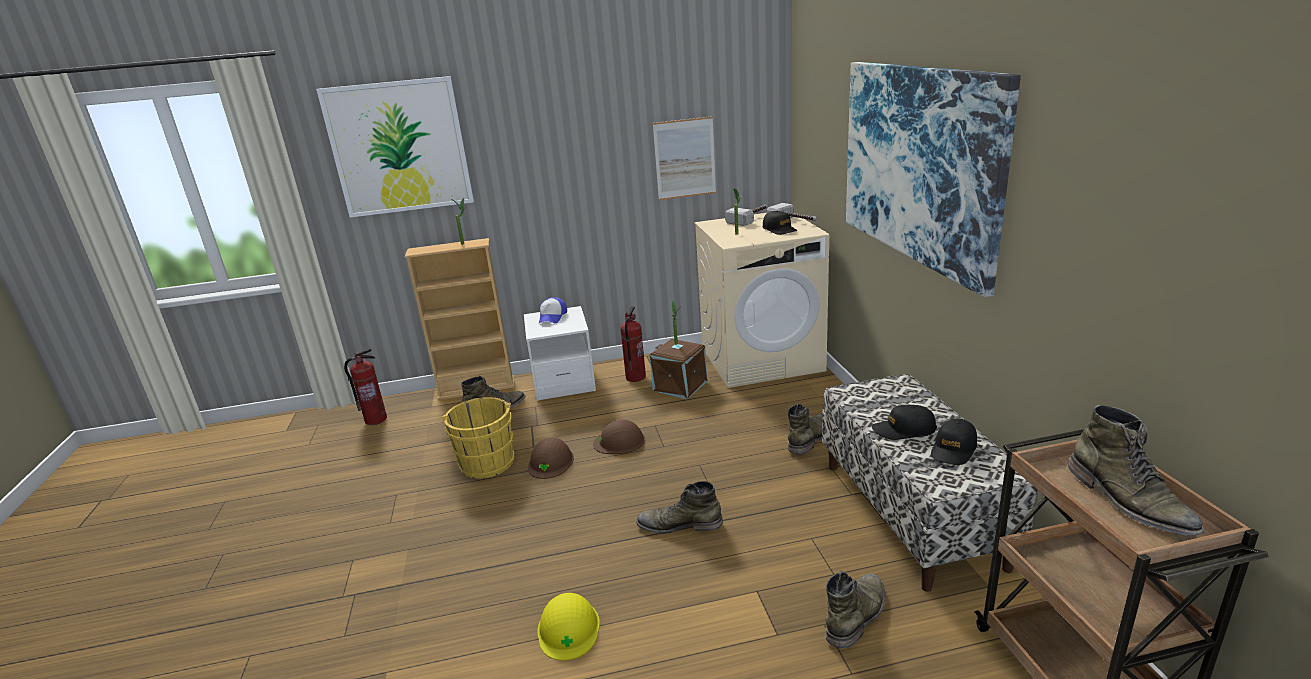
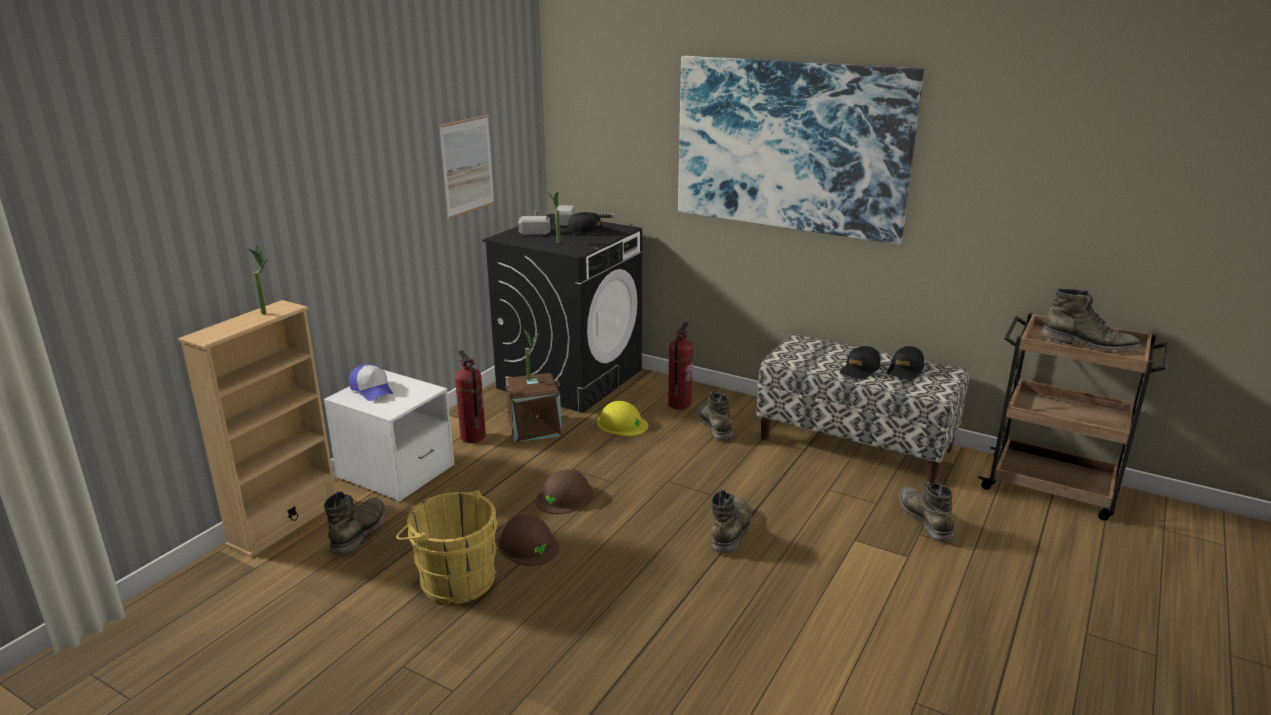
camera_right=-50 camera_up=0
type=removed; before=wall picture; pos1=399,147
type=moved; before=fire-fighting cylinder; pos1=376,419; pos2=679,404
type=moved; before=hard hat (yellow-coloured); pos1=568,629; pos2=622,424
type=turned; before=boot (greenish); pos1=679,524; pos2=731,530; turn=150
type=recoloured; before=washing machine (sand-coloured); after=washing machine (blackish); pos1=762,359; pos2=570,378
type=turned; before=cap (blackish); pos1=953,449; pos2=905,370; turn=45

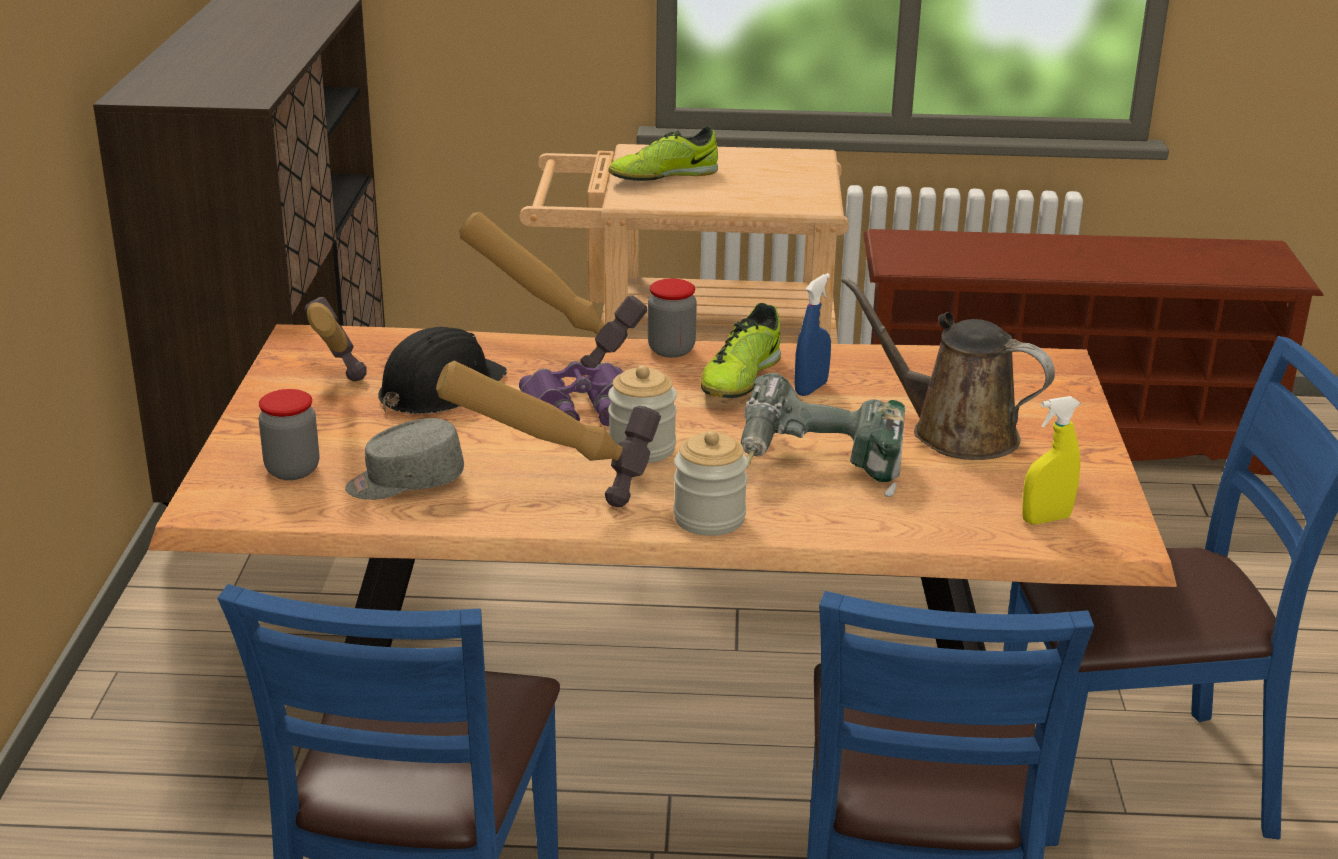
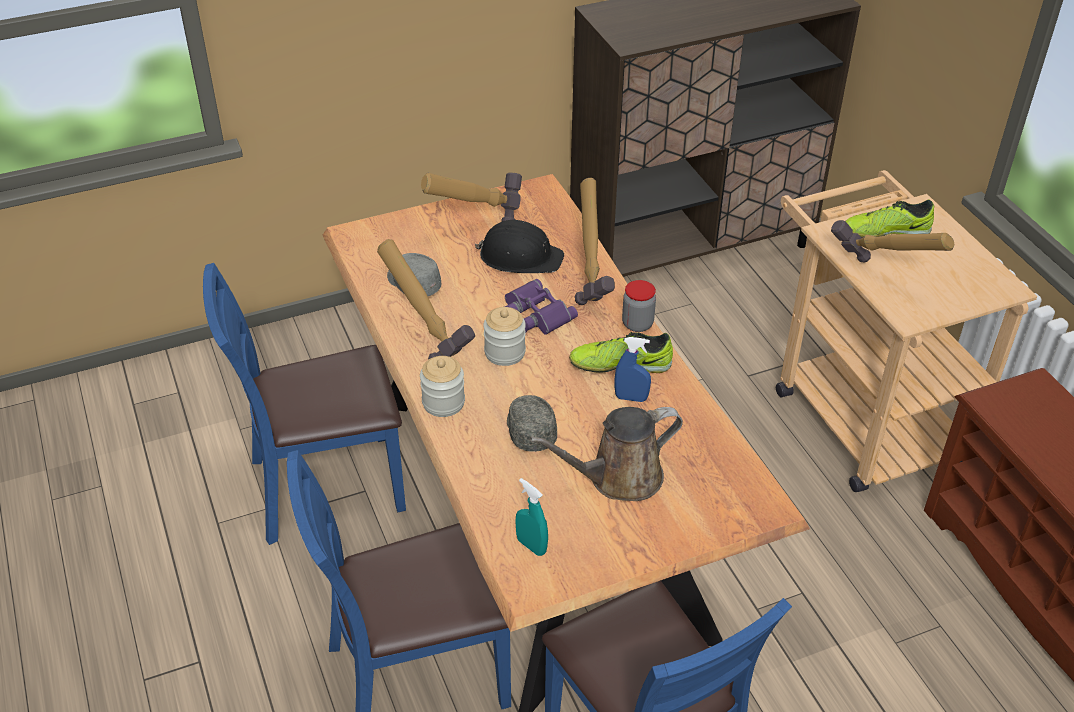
camera_right=65 camera_up=15
type=removed; before=preserve jar; pos1=292,470
type=turned; before=shoe; pos1=663,177; pos2=885,232; turn=-45
type=replaced; before=drill; after=cap (greyish); pos1=819,468; pos2=530,430
type=turned; before=watering can (brown-coloured); pos1=954,432; pos2=618,478; turn=-120
type=recoloured; before=sprayer (yellow-coloured); after=sprayer (turquoise-coloured); pos1=1046,519; pos2=531,546
type=added; after=hand hammer; pos2=878,282

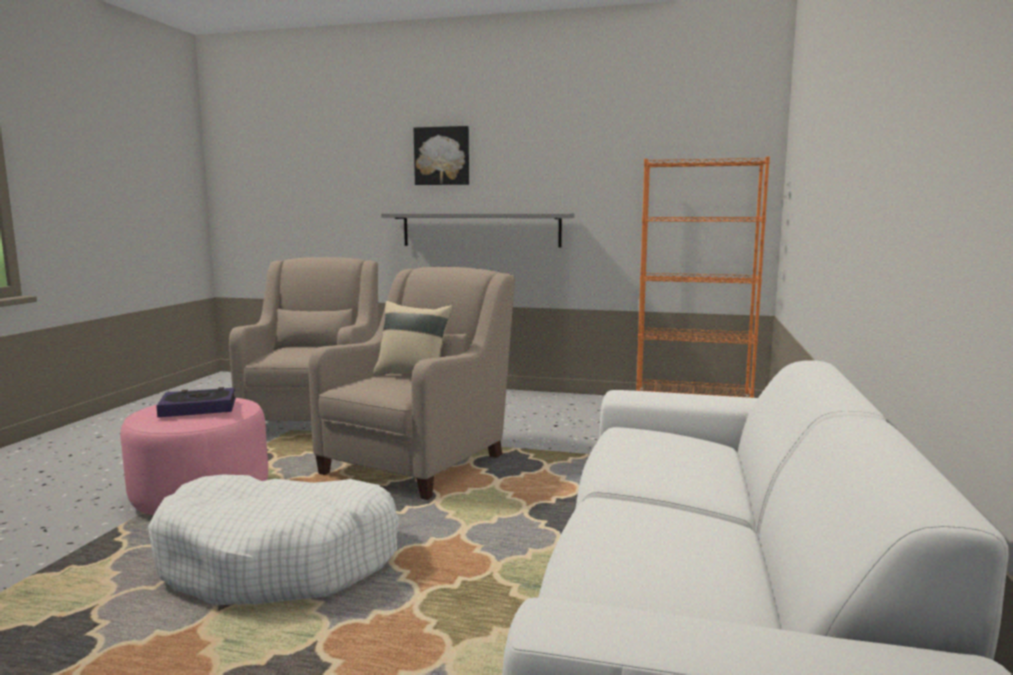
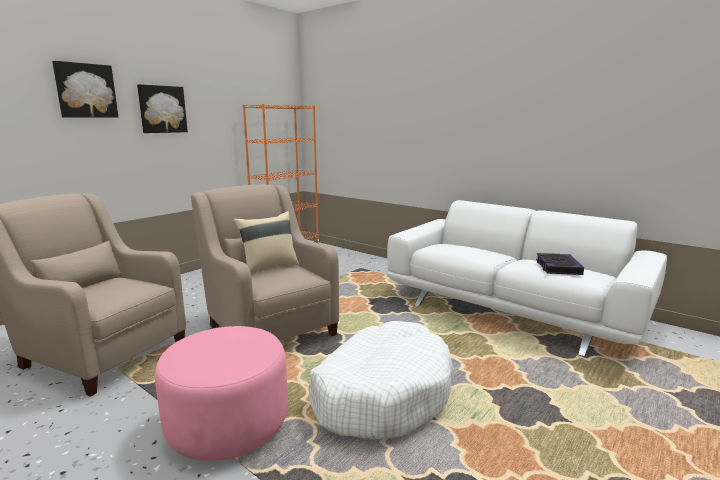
camera_right=-65 camera_up=5
type=moved; before=bound book; pos1=198,408; pos2=558,267
type=removed; before=wall shelf (greyish); pos1=481,229
type=added; after=wall picture; pos2=162,109

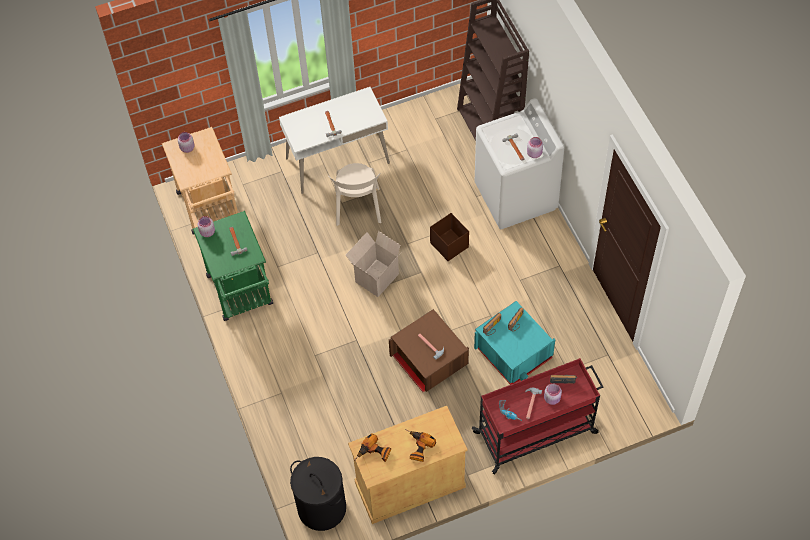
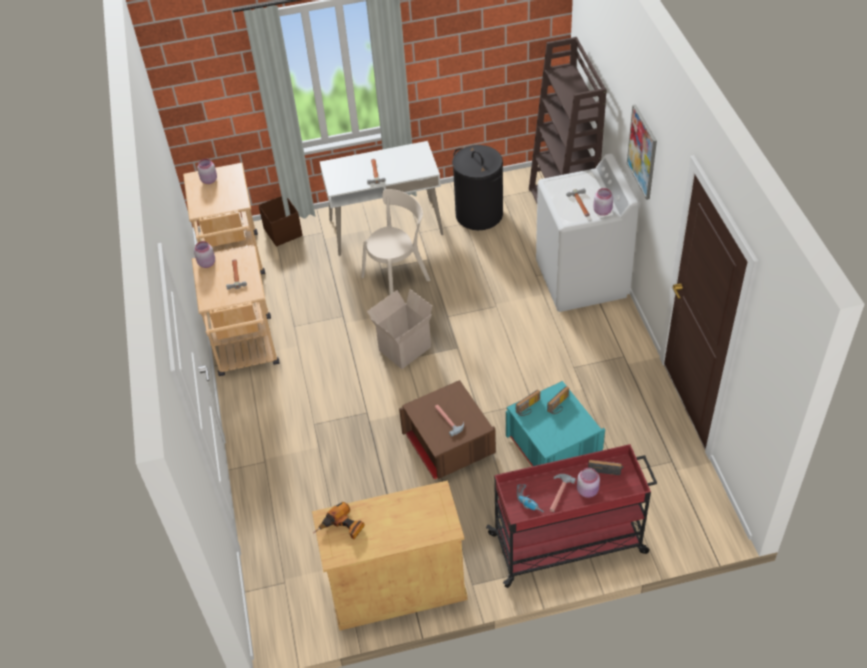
camera_right=10 camera_up=-10
type=recoloured; before=cart (greenish); after=cart (sand-coloured); pos1=242,295; pos2=246,351
type=moved; before=washing basket (blackish); pos1=321,508; pos2=478,214
type=turned; before=upright chair (sand-coloured); pos1=358,209; pos2=398,276; turn=-135
type=removed; before=drill; pos1=417,447
type=moved; before=storage bin (brown-coloured); pos1=449,244; pos2=283,232
type=added; after=wall picture; pos2=642,152

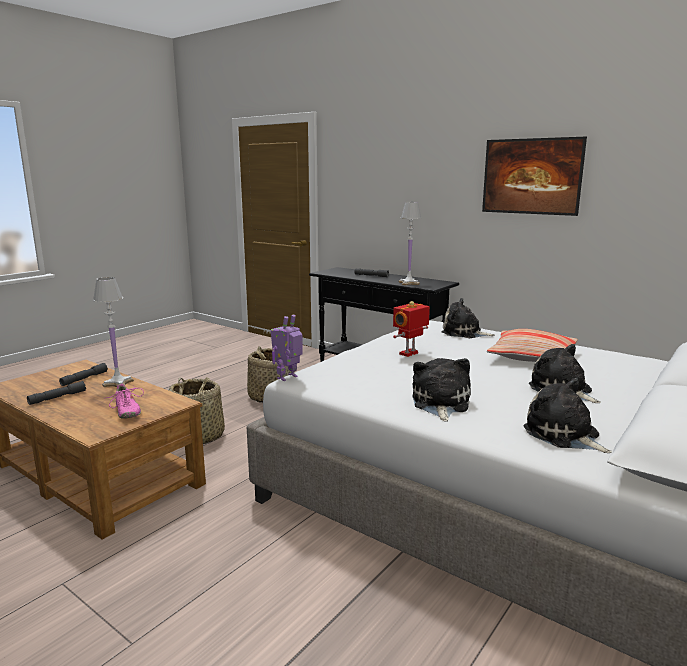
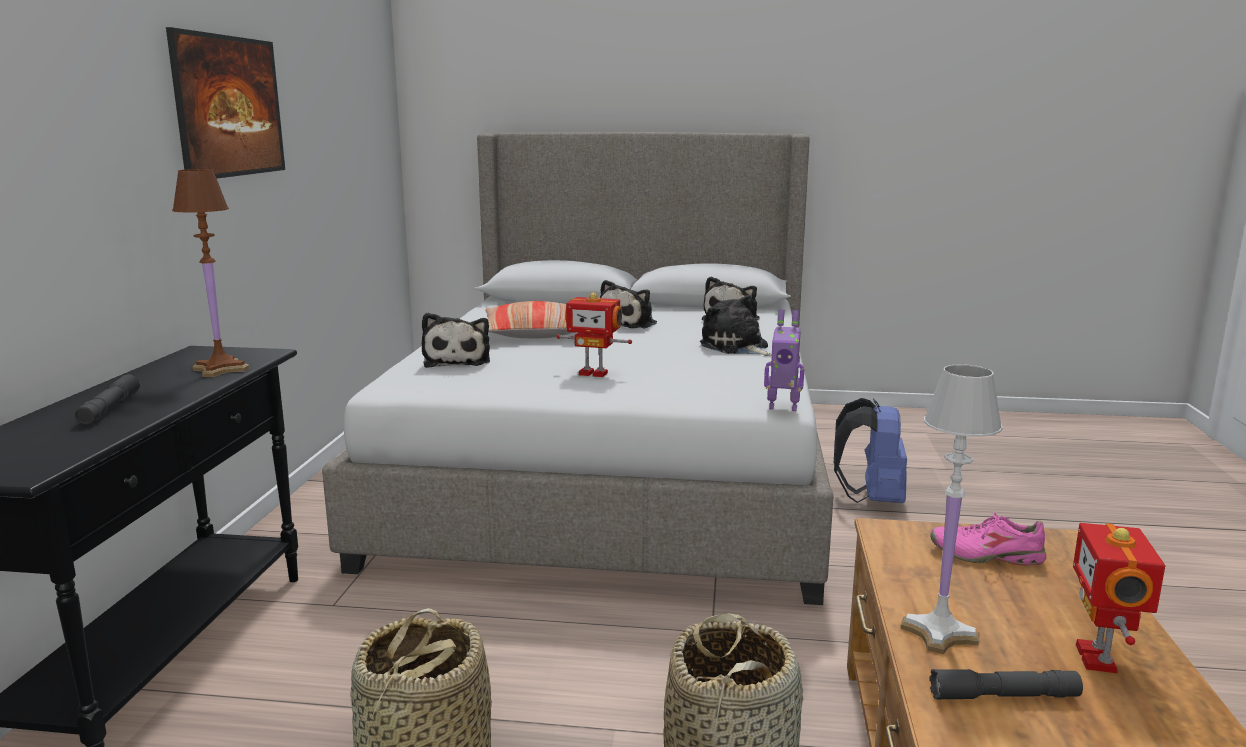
camera_right=-120 camera_up=0
type=replaced; before=flashlight (greyish); after=robot figure; pos1=57,397; pos2=1100,659
type=turned; before=shoe (pinkish); pos1=126,411; pos2=986,555; turn=-105
type=recoloured; before=table lamp (white); after=table lamp (brown-coloured); pos1=409,283; pos2=220,369
type=turned; before=plush toy; pos1=440,403; pos2=736,347; turn=75
type=added; after=knapsack (blue-coloured); pos2=872,499

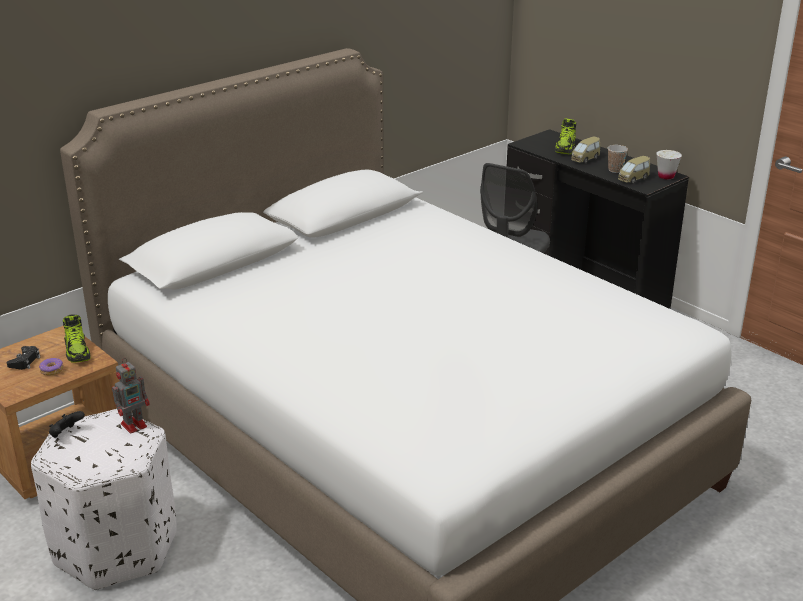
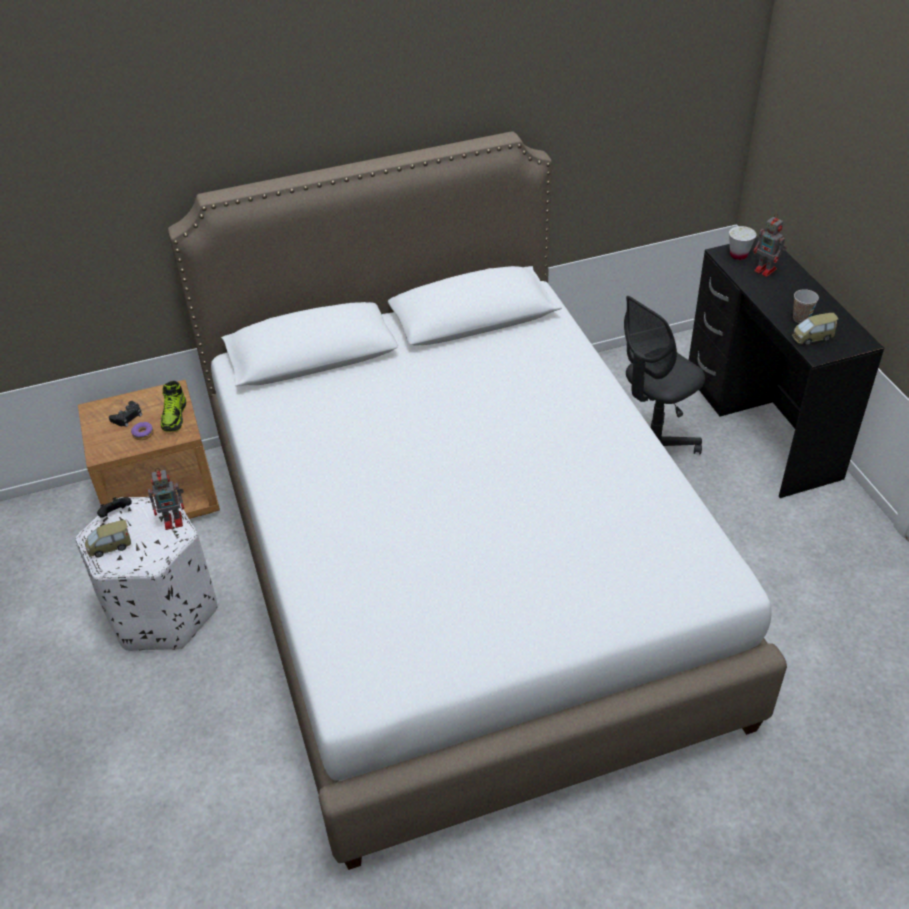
camera_right=25 camera_up=15
type=replaced; before=shoe; after=robot figure; pos1=565,148; pos2=766,270
type=moved; before=miniature car; pos1=585,159; pos2=110,546
type=moved; before=drinking cup (white); pos1=666,176; pos2=738,255

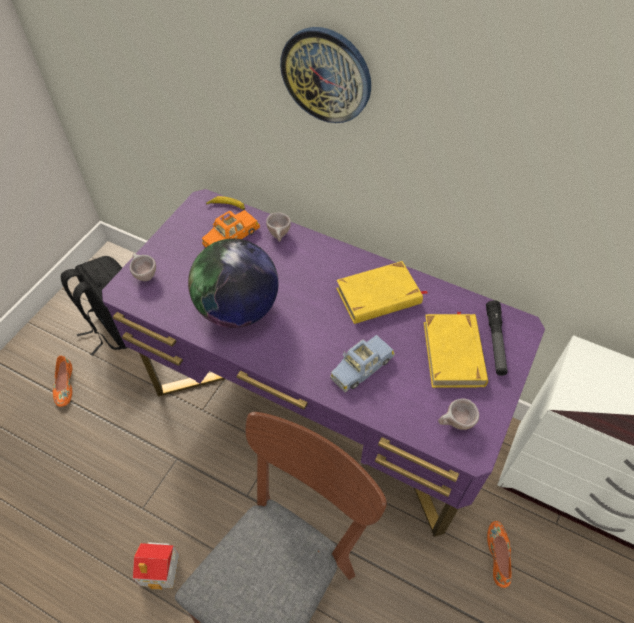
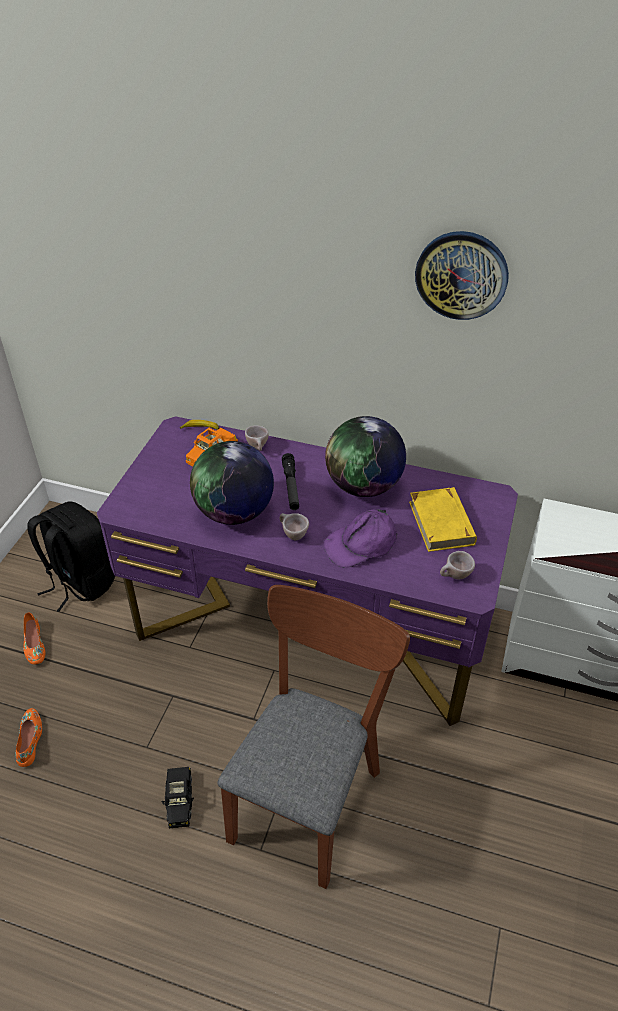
camera_right=-10 camera_up=-10
type=moved; before=drinking cup (sand-coloured); pos1=144,275; pos2=292,535
type=replaced; before=toy house; after=miniature car (blackish); pos1=161,570; pos2=179,800
type=moved; before=hanging clock; pos1=326,75; pos2=461,275
type=replaced; before=miniature car (blue-coloured); after=cap (purplish); pos1=361,367; pos2=361,544
type=replaced; before=bound book (yellow-coloured); after=globe; pos1=379,296; pos2=363,486
type=moved; before=flashlight; pos1=495,341; pos2=291,486
type=moved; before=shoe (orange); pos1=499,555; pos2=30,740

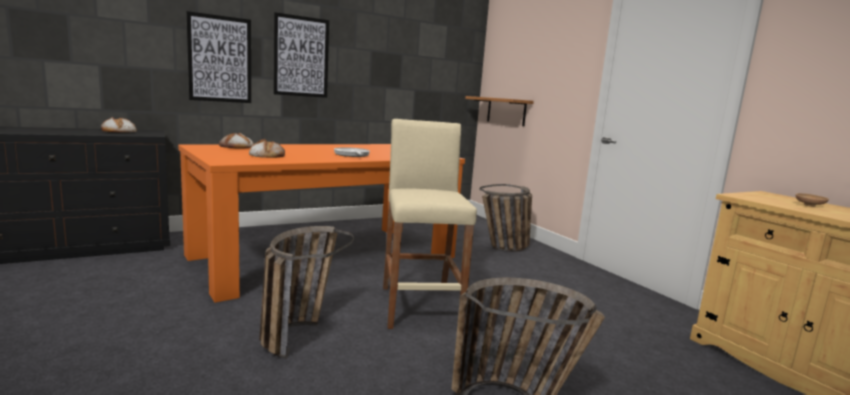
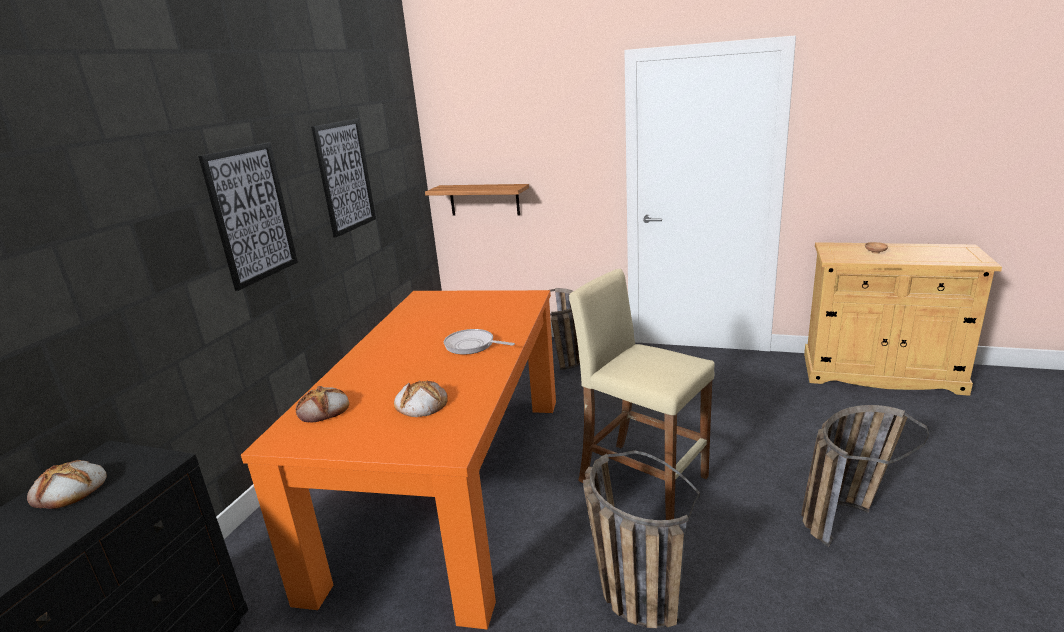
camera_right=-40 camera_up=10
type=moved; before=wall picture; pos1=220,59; pos2=345,176

